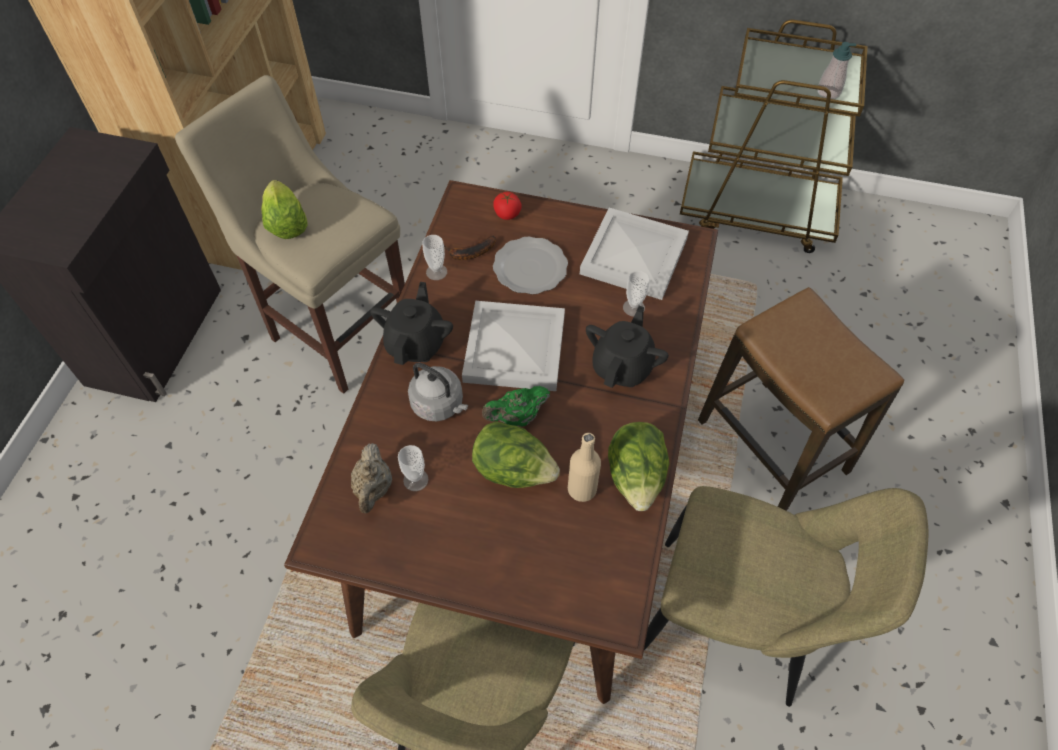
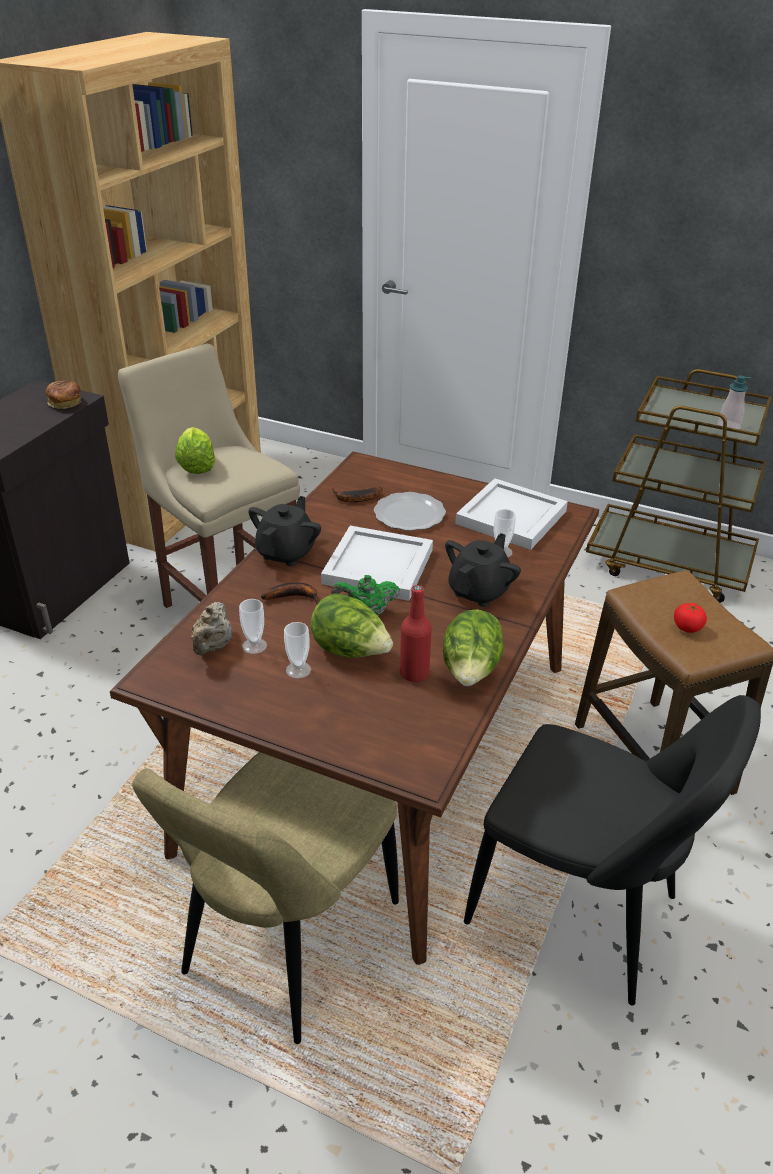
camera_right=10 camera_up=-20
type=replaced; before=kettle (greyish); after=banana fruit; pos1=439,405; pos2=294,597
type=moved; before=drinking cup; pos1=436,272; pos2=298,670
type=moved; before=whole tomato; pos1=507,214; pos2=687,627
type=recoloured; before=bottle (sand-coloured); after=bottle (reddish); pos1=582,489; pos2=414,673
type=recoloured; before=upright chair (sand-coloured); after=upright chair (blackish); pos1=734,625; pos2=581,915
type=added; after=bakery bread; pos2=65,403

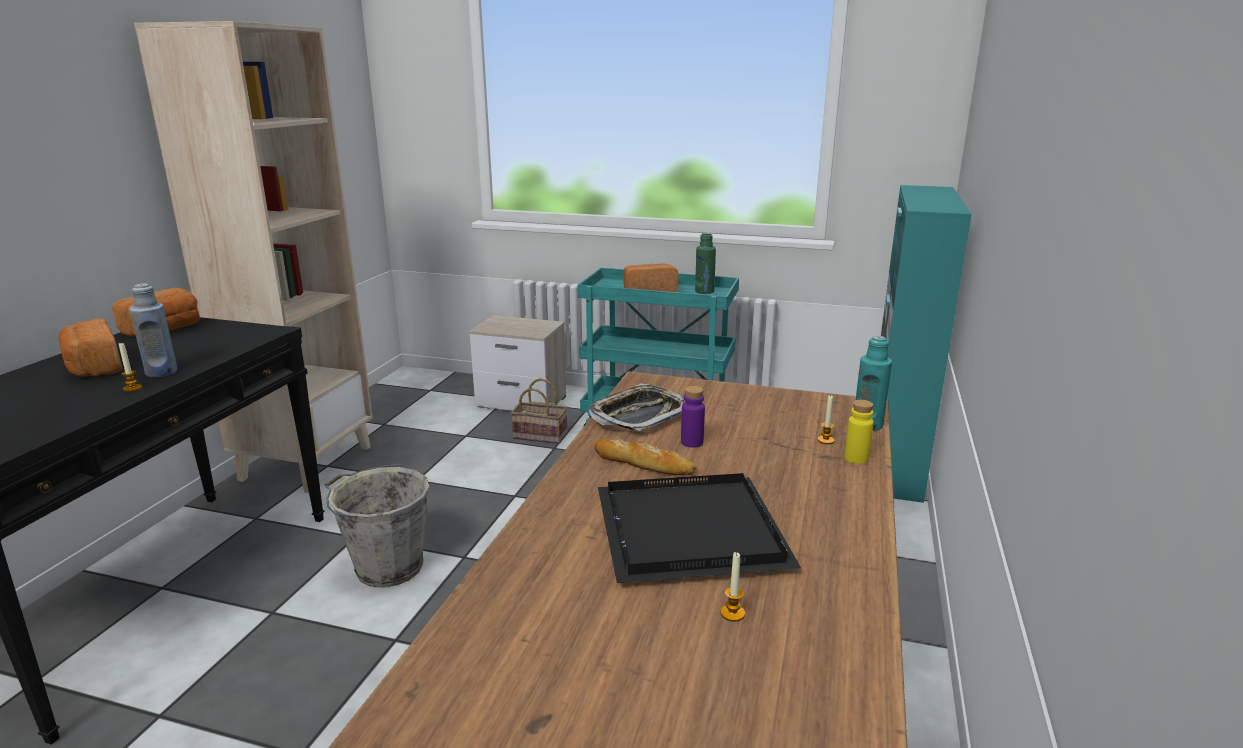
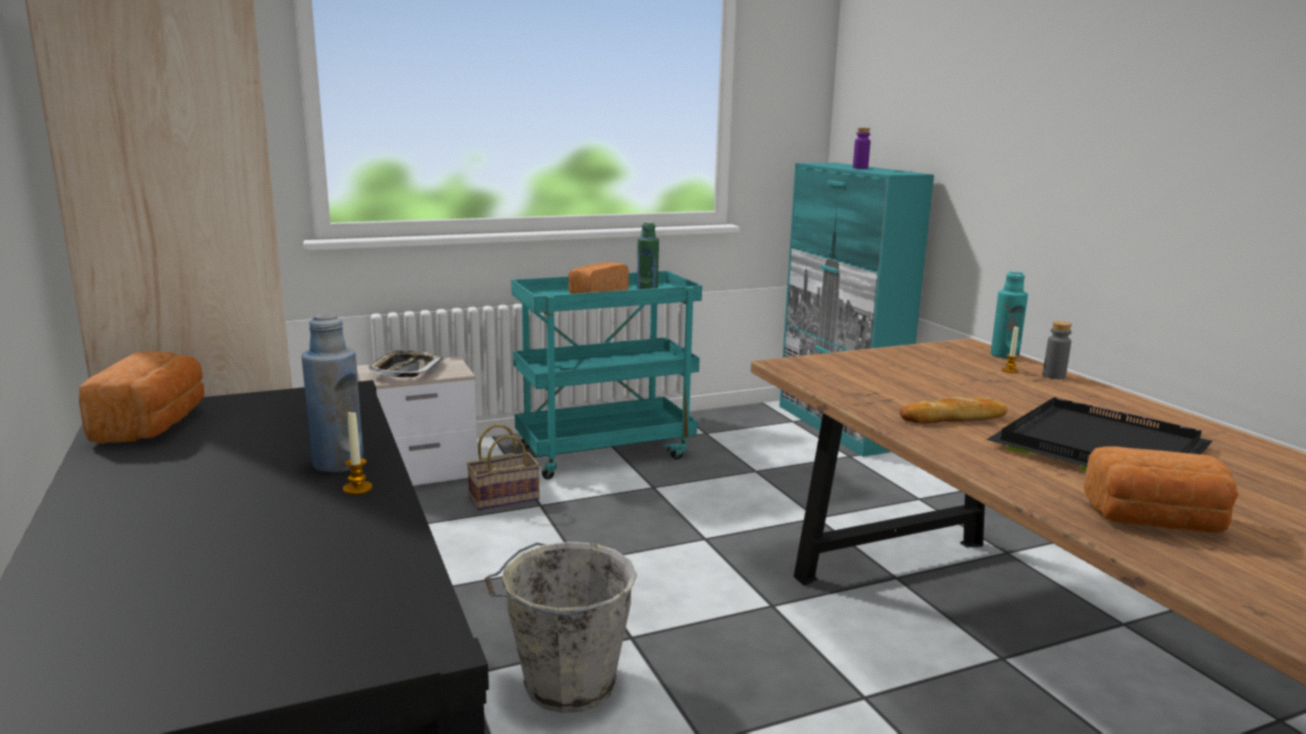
camera_right=-40 camera_up=-5
type=moved; before=bakery bread; pos1=93,367; pos2=1156,521
type=moved; before=carrying tray; pos1=640,415; pos2=406,370
type=moved; before=bottle (purplish); pos1=692,442; pos2=860,168
type=removed; before=wax light; pos1=732,613
type=recoloured; before=bottle (yellow-coloured); after=bottle (greyish); pos1=856,458; pos2=1053,376

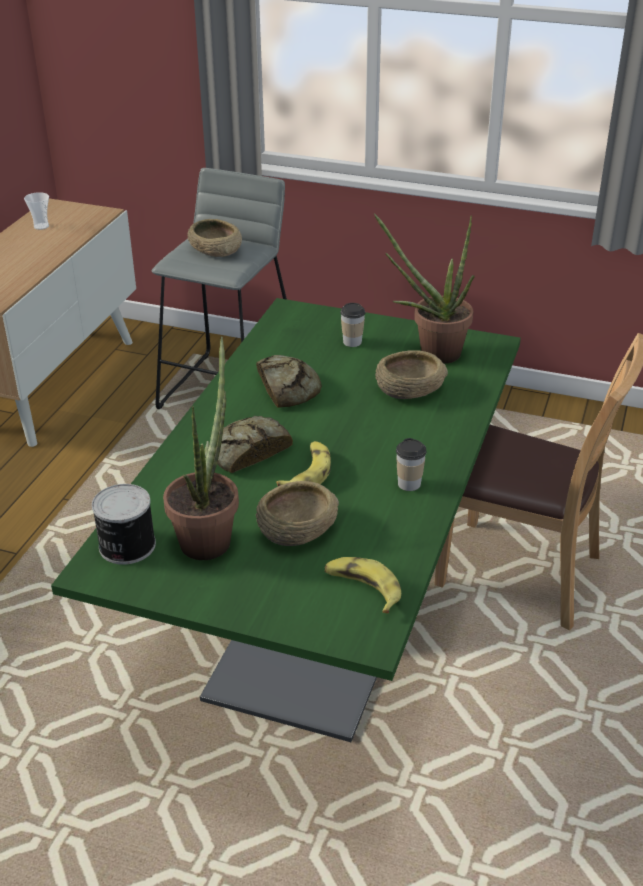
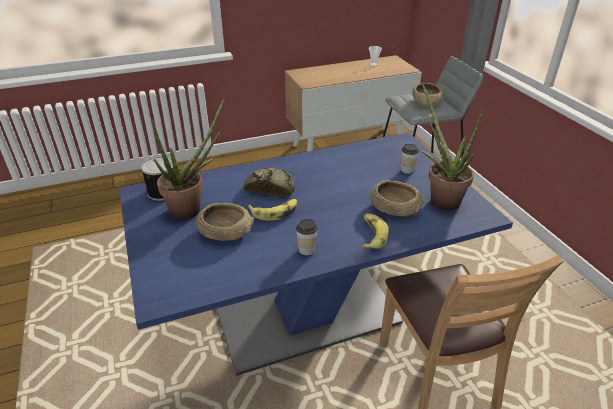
camera_right=50 camera_up=0
type=recoloured; before=dining table (greenish); after=dining table (blue-coloured); pos1=322,620; pos2=306,314
type=removed; before=bakery bread; pos1=287,387
type=moved; before=banana fruit; pos1=363,589; pos2=372,235

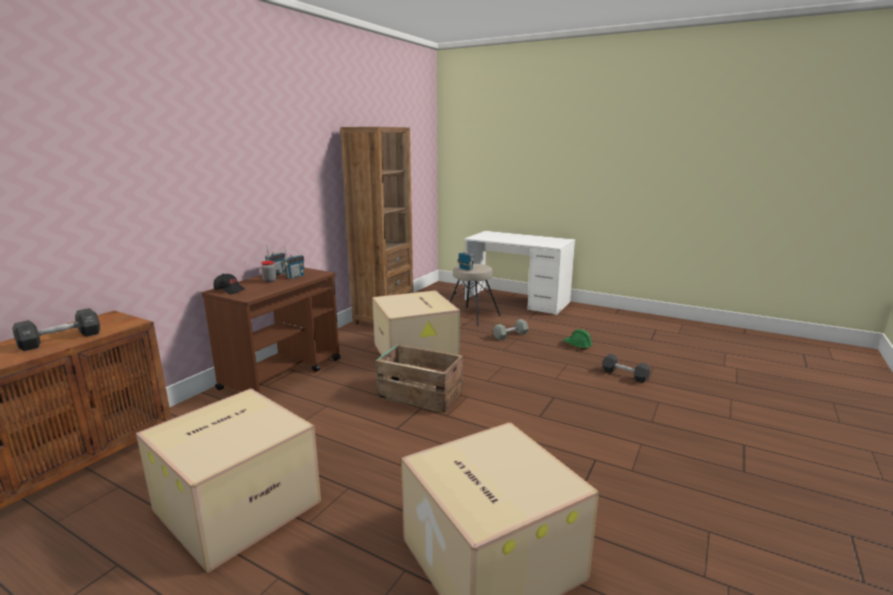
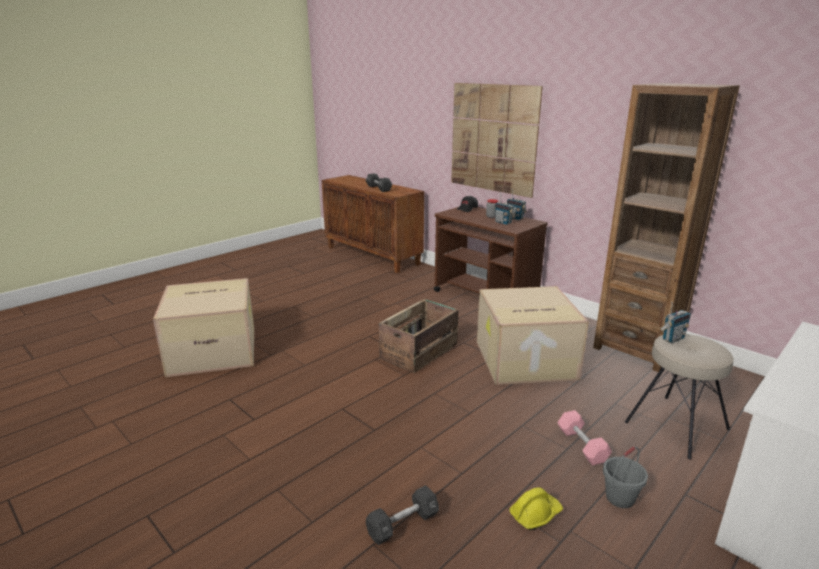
camera_right=105 camera_up=5
type=removed; before=packing box; pos1=238,504
type=recoloured; before=free weight (greyish); after=free weight (pinkish); pos1=510,335; pos2=582,445
type=recoloured; before=hard hat (greenish); after=hard hat (yellow-coloured); pos1=577,345; pos2=535,514
type=added; after=wall picture; pos2=493,138
type=added; after=water bucket (greyish); pos2=620,498

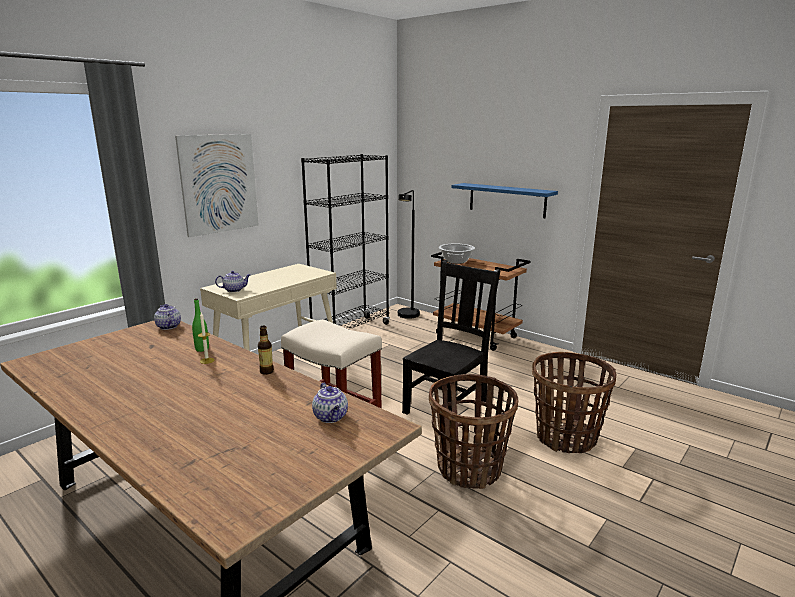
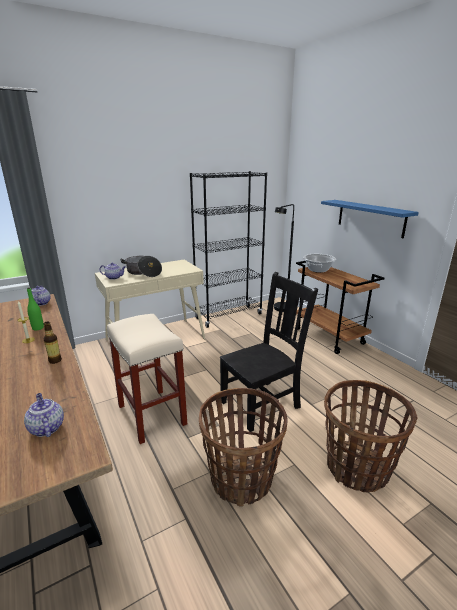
camera_right=20 camera_up=5
type=removed; before=wall picture; pos1=219,184
type=turned; before=tea pot; pos1=331,417; pos2=46,428; turn=150
type=added; after=cooking pot; pos2=143,272

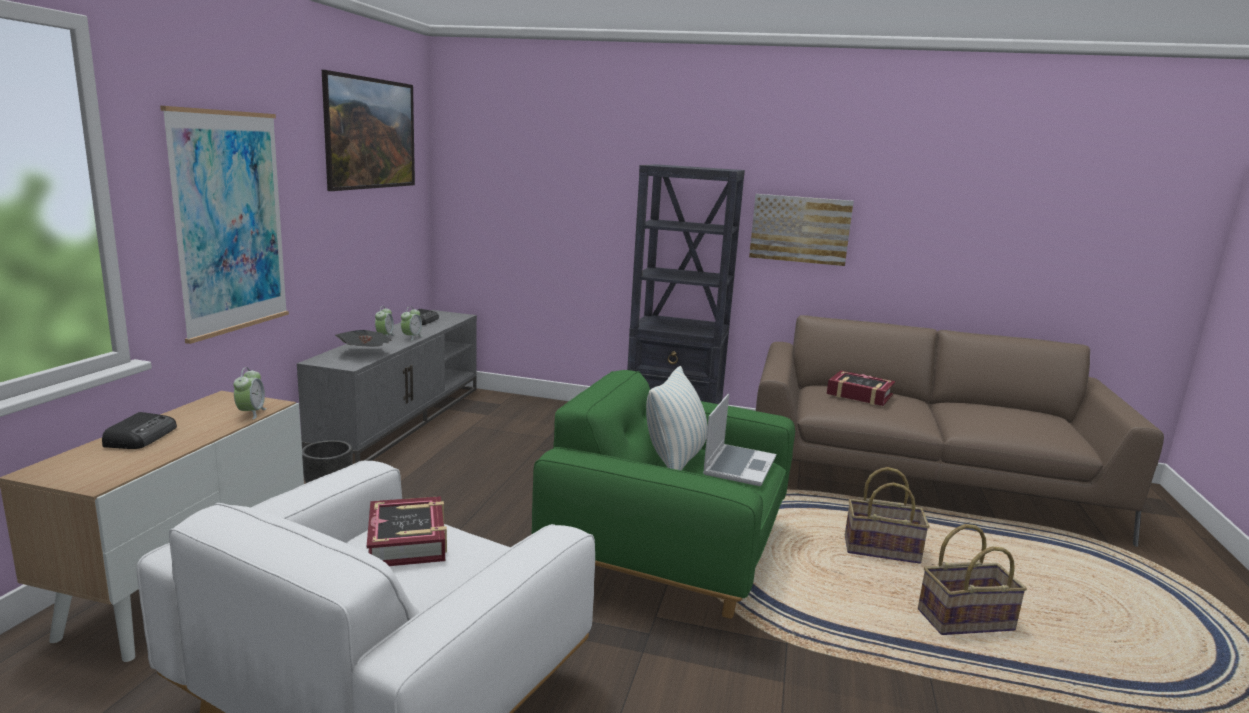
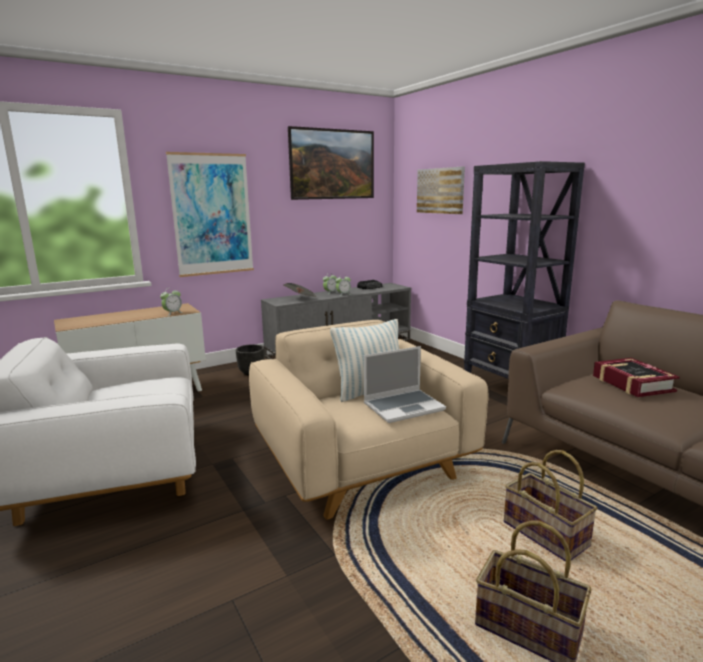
camera_right=45 camera_up=0
type=removed; before=radio set; pos1=142,436
type=removed; before=bound book; pos1=408,541
type=recoloured; before=lounge chair (greenish); after=lounge chair (sand-coloured); pos1=668,551; pos2=361,463
type=moved; before=wall picture; pos1=800,229; pos2=440,191

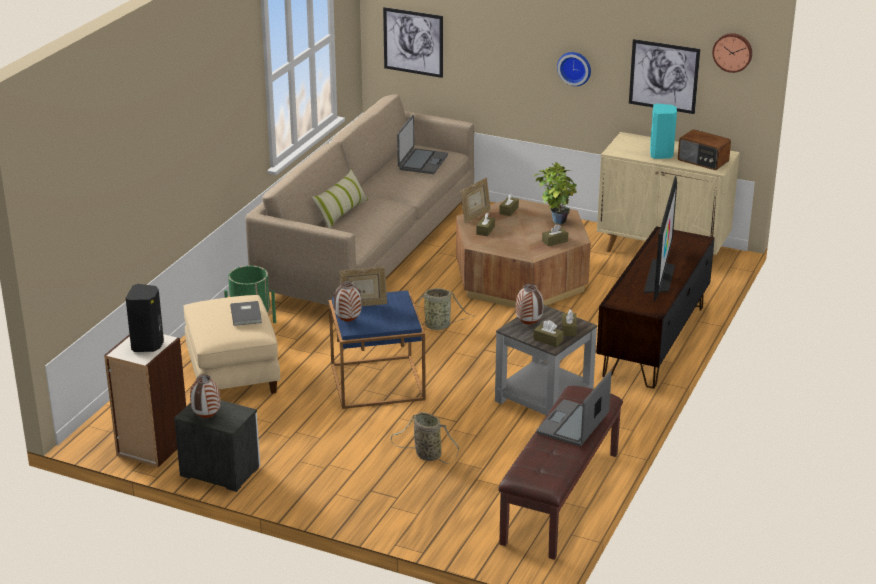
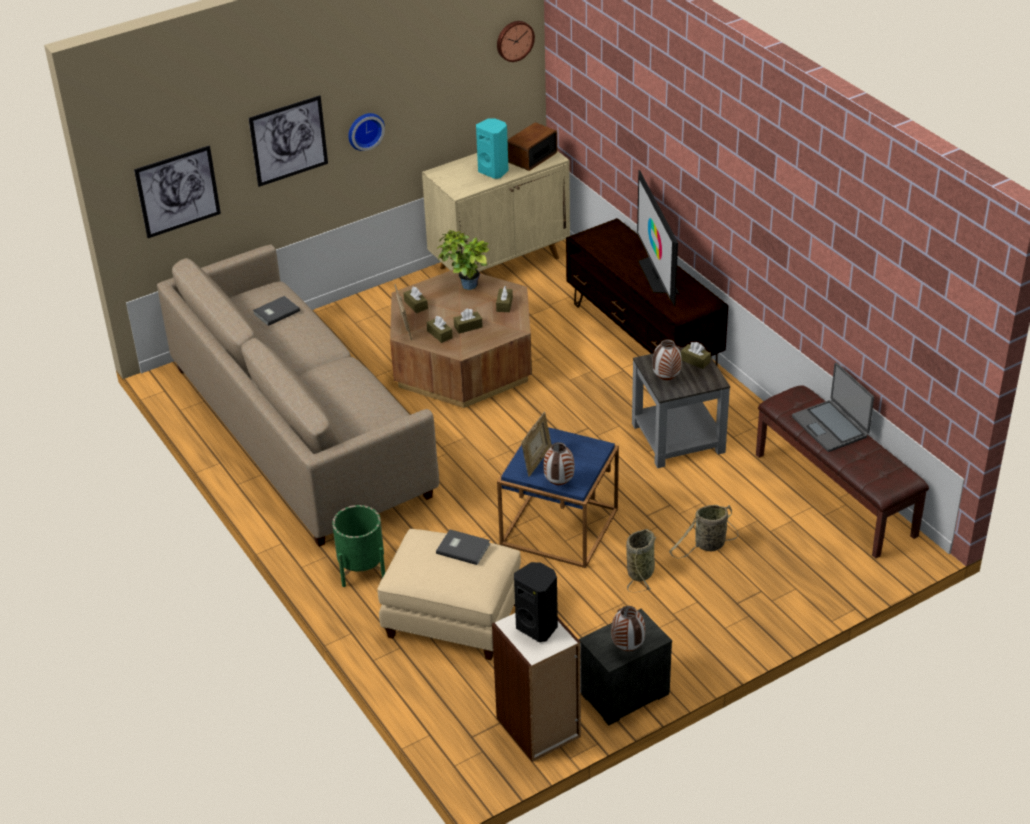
camera_right=-55 camera_up=10
type=removed; before=pillow; pos1=341,213
type=replaced; before=notebook computer; after=bound book (greyish); pos1=422,162; pos2=275,312
type=moved; before=household basket; pos1=439,326; pos2=641,571
type=moved; before=tissue holder (brown-coloured); pos1=548,340; pos2=468,327
type=moved; before=wall picture; pos1=664,76; pos2=288,140
type=turned; before=TV; pos1=659,277; pos2=657,275; turn=-150
type=turned; before=radio set; pos1=703,161; pos2=531,157; turn=150

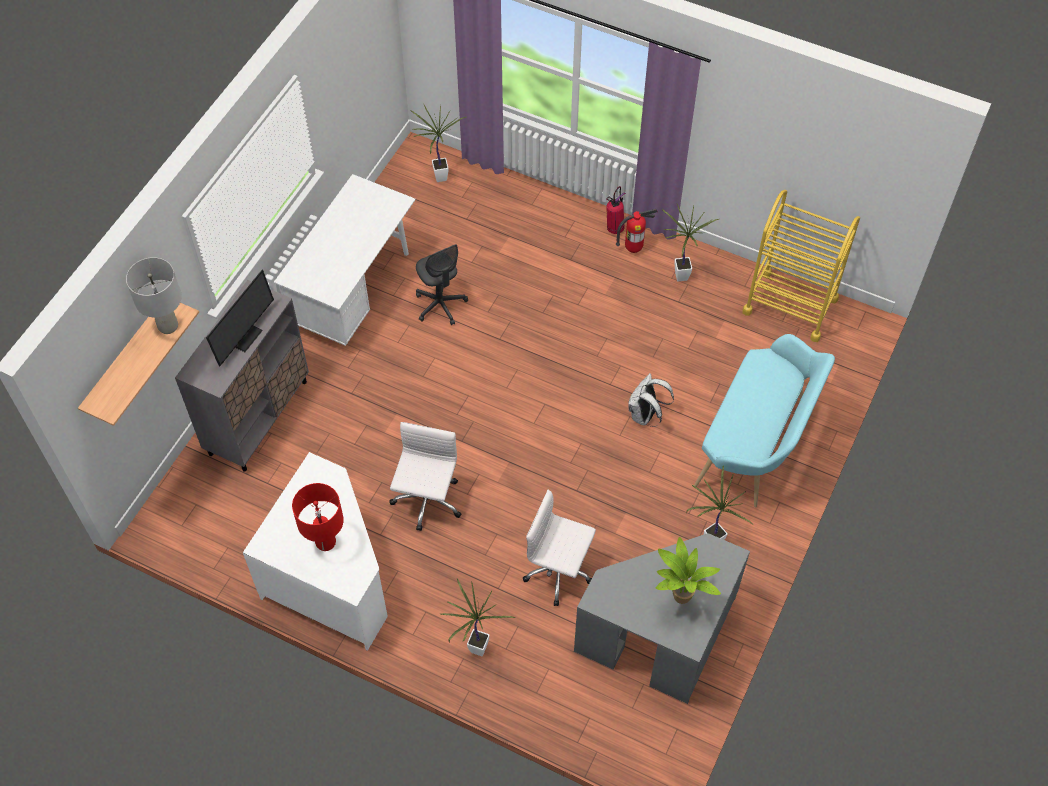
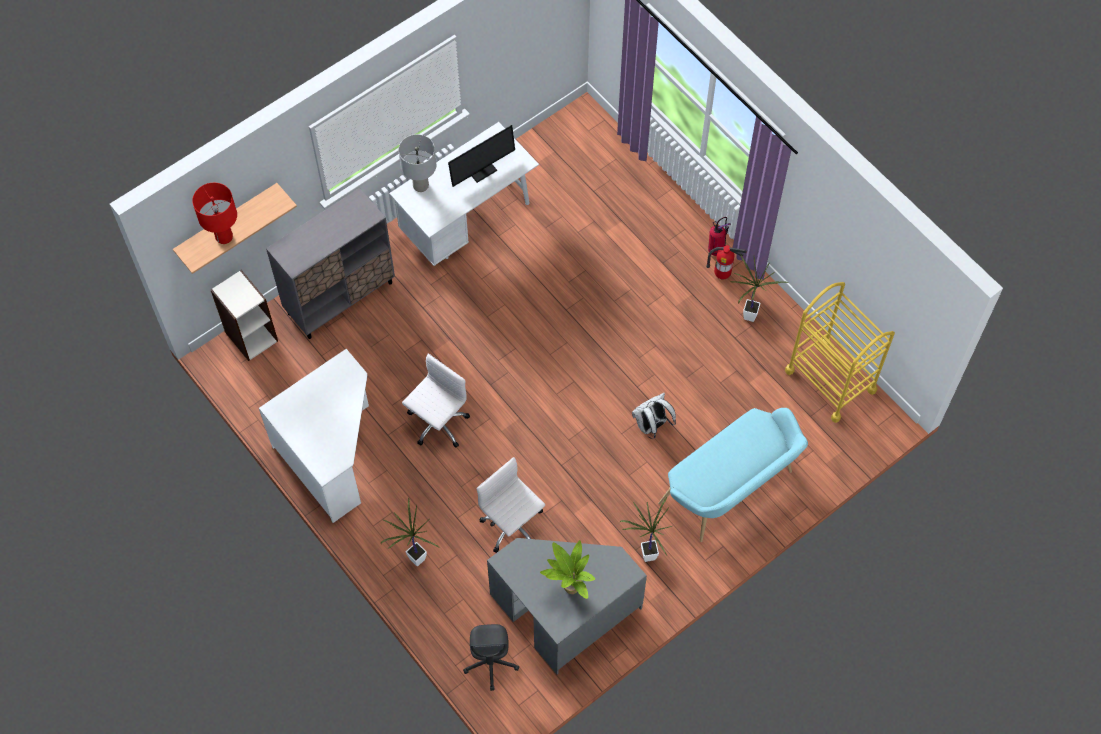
camera_right=25 camera_up=5
type=moved; before=table lamp (greyish); pos1=167,326; pos2=420,185
type=moved; before=computer display; pos1=242,335; pos2=480,168
type=moved; before=table lamp (reddish); pos1=325,542; pos2=224,237
type=removed; before=potted plant; pos1=439,180
type=moved; before=office chair (greyish); pos1=440,305; pos2=491,663
type=added; after=bookshelf; pos2=251,336

